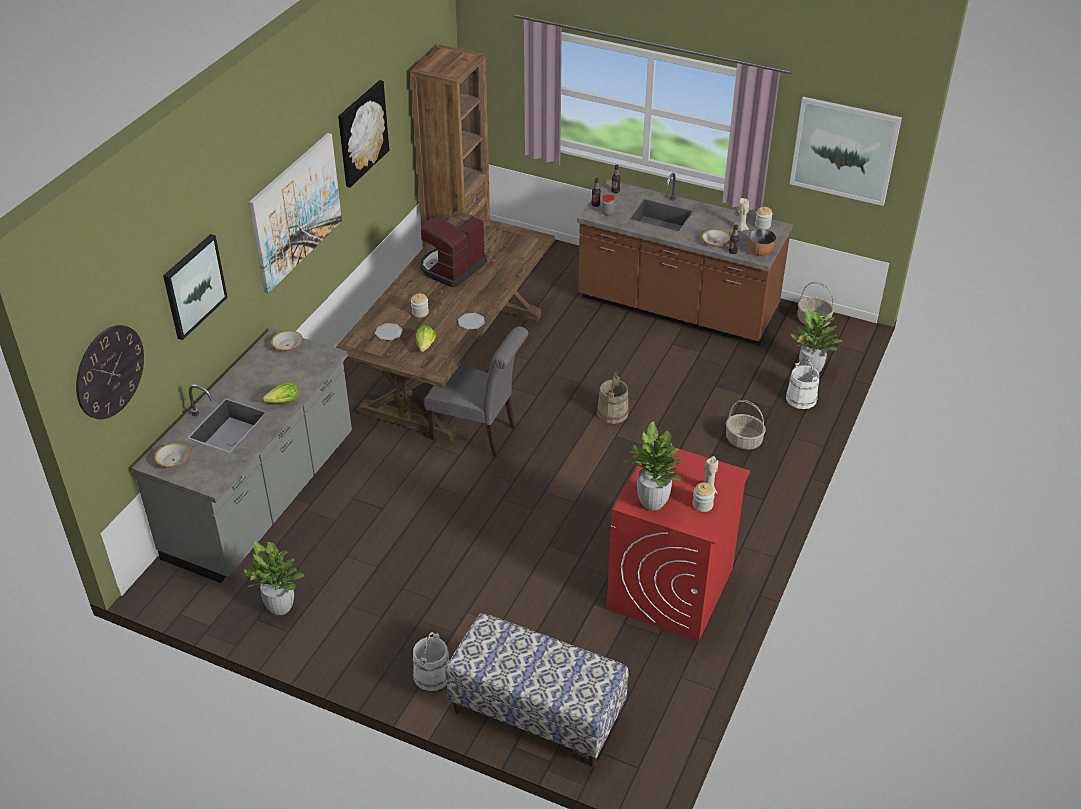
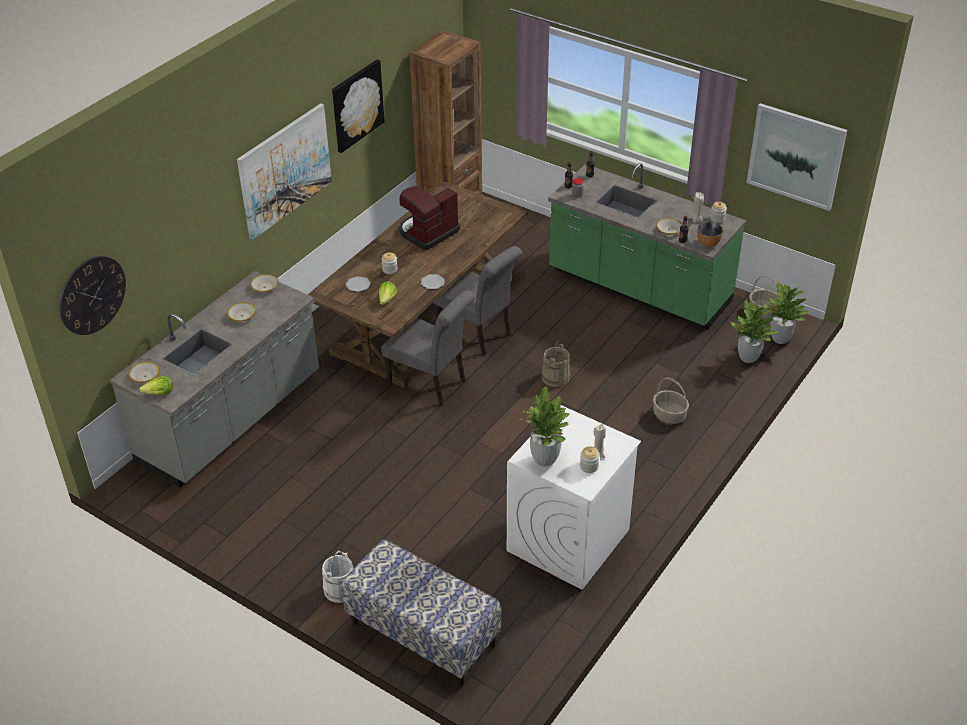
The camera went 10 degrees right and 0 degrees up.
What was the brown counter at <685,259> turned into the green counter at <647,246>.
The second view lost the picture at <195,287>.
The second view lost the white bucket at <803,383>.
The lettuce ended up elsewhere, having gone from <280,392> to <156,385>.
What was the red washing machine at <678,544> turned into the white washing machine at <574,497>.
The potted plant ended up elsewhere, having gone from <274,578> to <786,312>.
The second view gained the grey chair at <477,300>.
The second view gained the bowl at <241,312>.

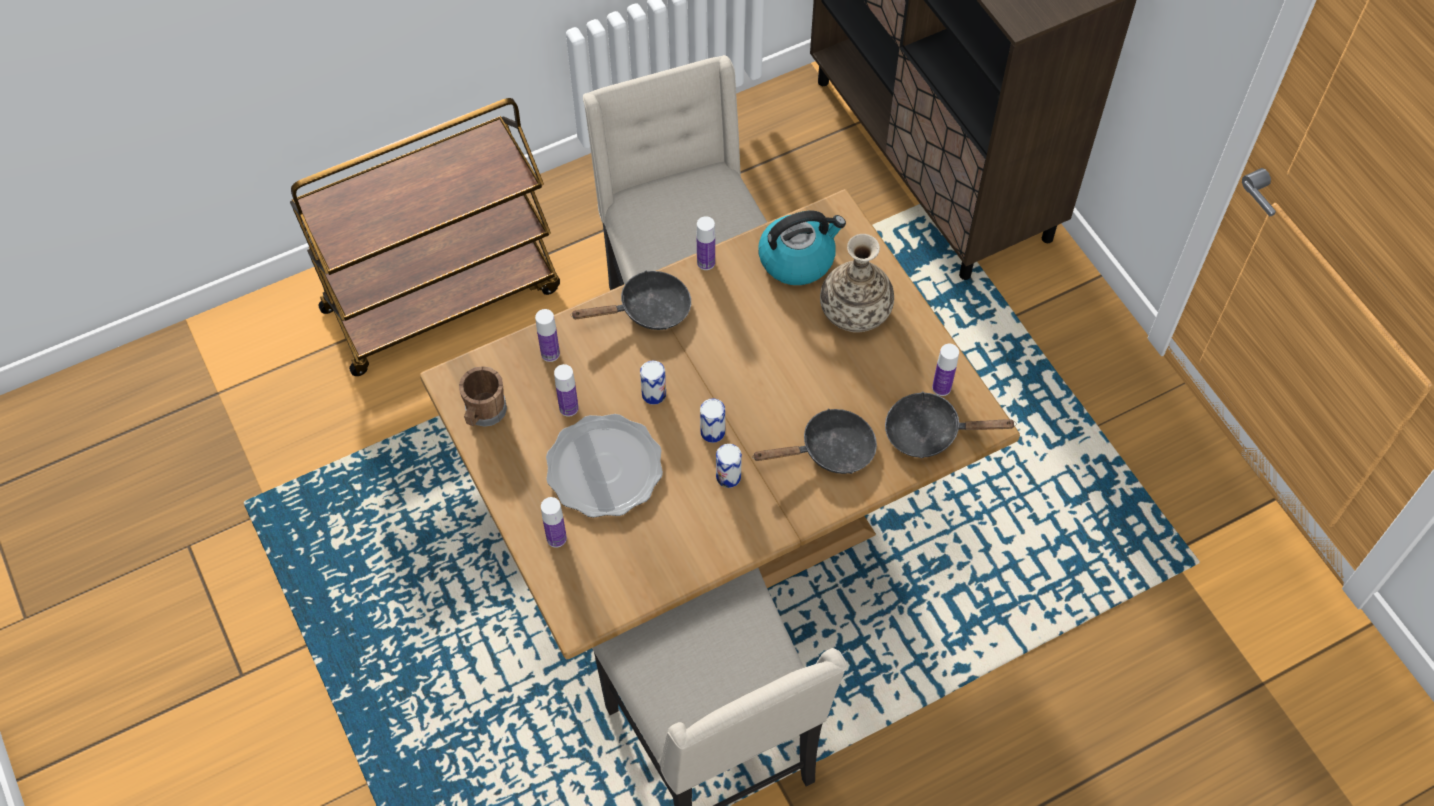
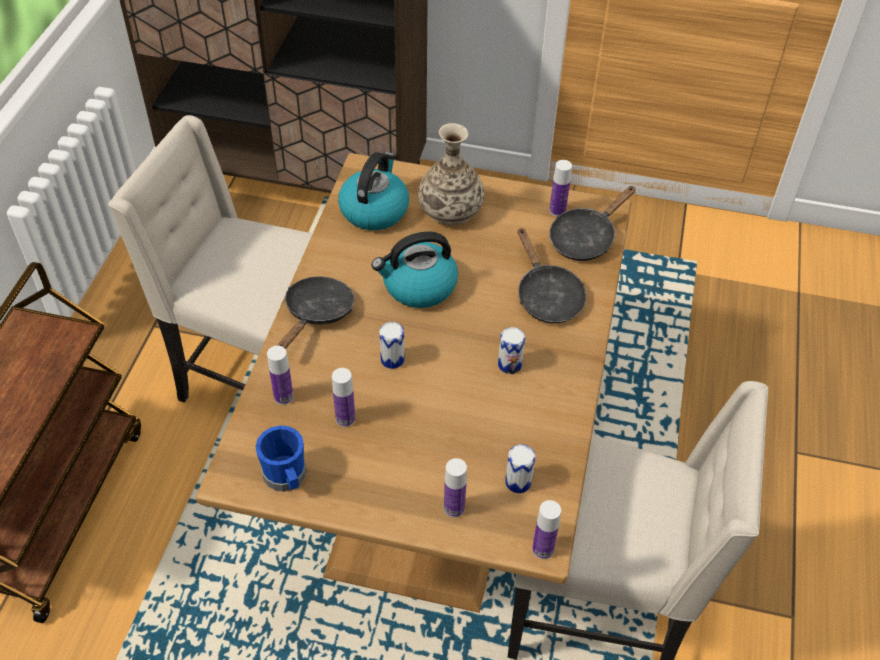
The camera went 50 degrees left and 10 degrees down.
The bottle ended up elsewhere, having gone from <706,243> to <546,529>.
What was the brown mug at <483,396> turned into the blue mug at <281,458>.
The can ended up elsewhere, having gone from <712,421> to <520,468>.
The black frying pan at <814,441> ended up facing another way, 135 degrees clockwise from before.
The second view lost the plate at <604,466>.
The second view gained the kettle at <415,270>.

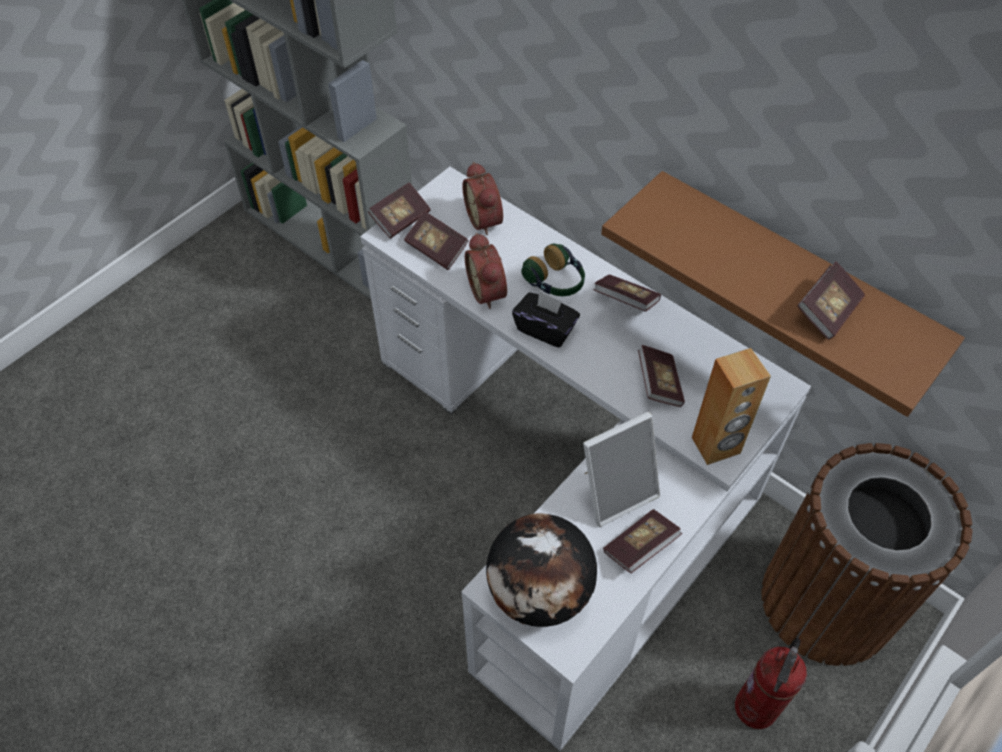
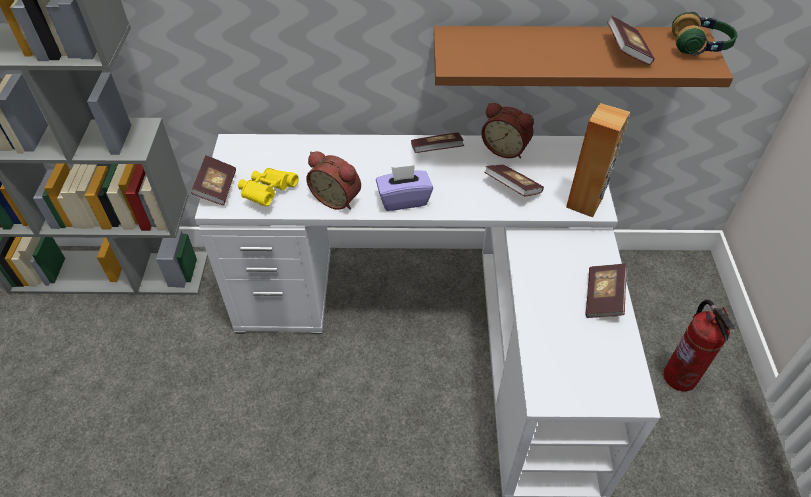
The camera went 40 degrees left and 5 degrees down.
The alarm clock ended up elsewhere, having gone from <482,198> to <507,131>.
Where the book stood at <436,240>, the yellow binoculars came to stand at <268,187>.
The headphones ended up elsewhere, having gone from <553,270> to <704,33>.
What was the black tissue box at <546,319> turned into the purple tissue box at <404,188>.
The second view lost the picture frame at <621,469>.
The second view lost the brown trash can at <867,554>.
The second view lost the globe at <541,570>.

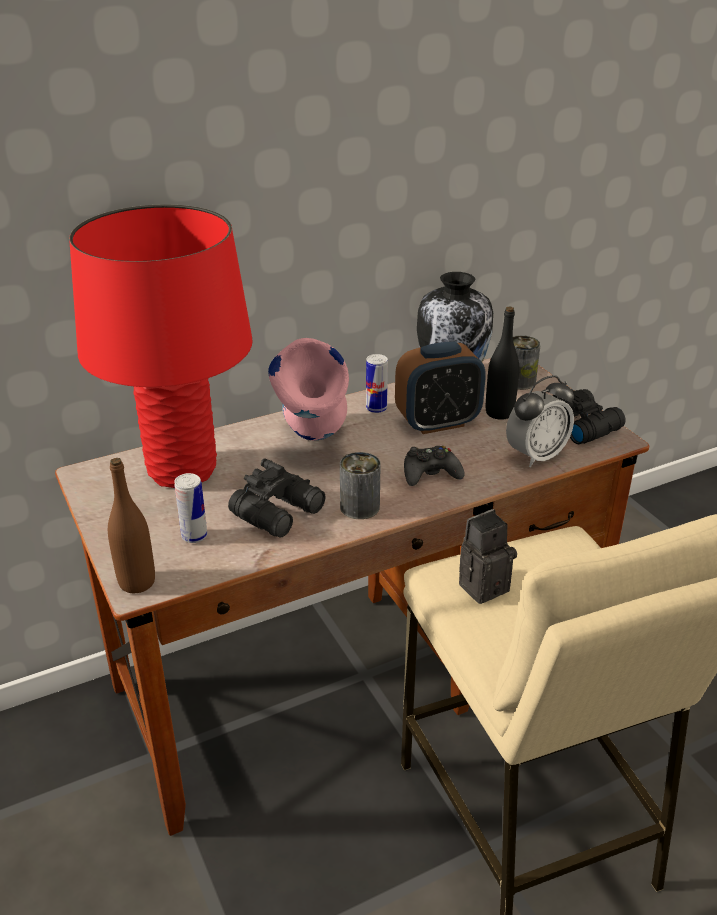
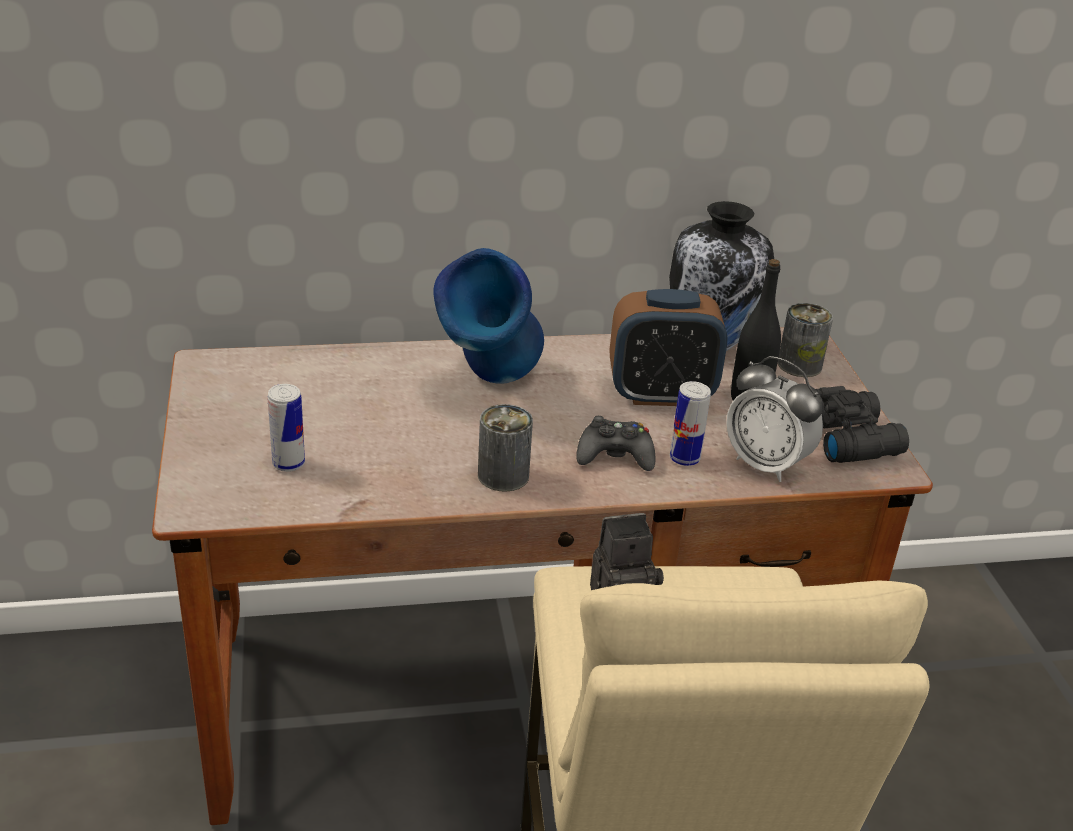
The camera went 15 degrees right and 0 degrees up.
The second view lost the red table lamp at <161,346>.
What was the pink vase at <308,389> turned into the blue vase at <488,316>.
The can ended up elsewhere, having gone from <377,383> to <690,423>.
The alarm clock at <540,421> ended up facing another way, 60 degrees clockwise from before.
The second view lost the brown bottle at <131,525>.
The second view lost the black binoculars at <277,497>.

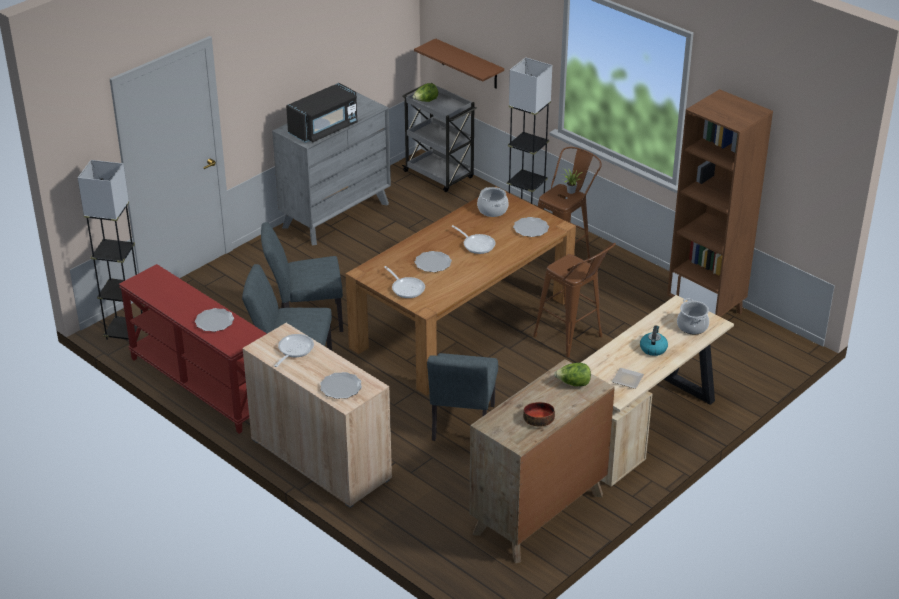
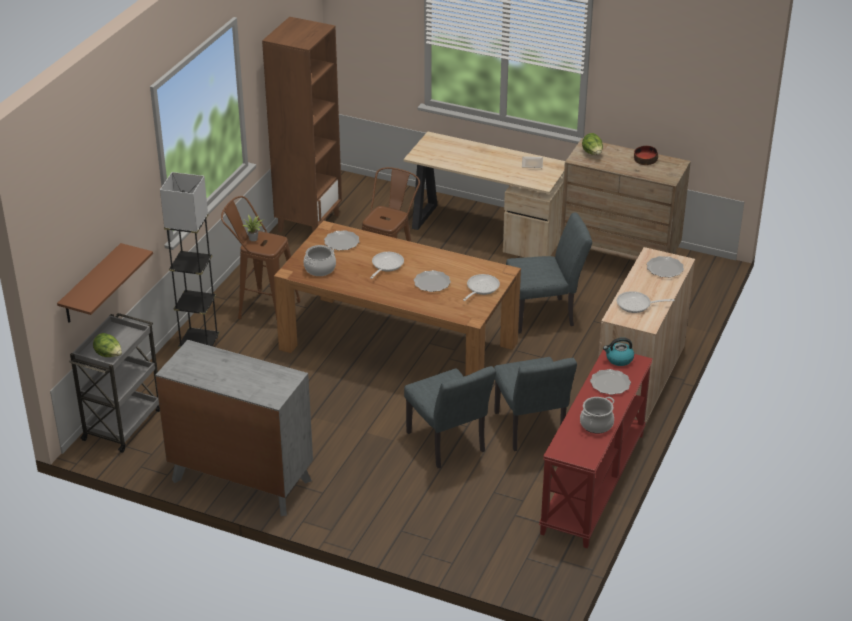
The camera went 110 degrees left and 0 degrees up.
The second view lost the black microwave at <322,113>.
The second view lost the grey floor lamp at <110,250>.
The cooking pot ended up elsewhere, having gone from <693,316> to <597,415>.
The kettle ended up elsewhere, having gone from <654,340> to <618,351>.

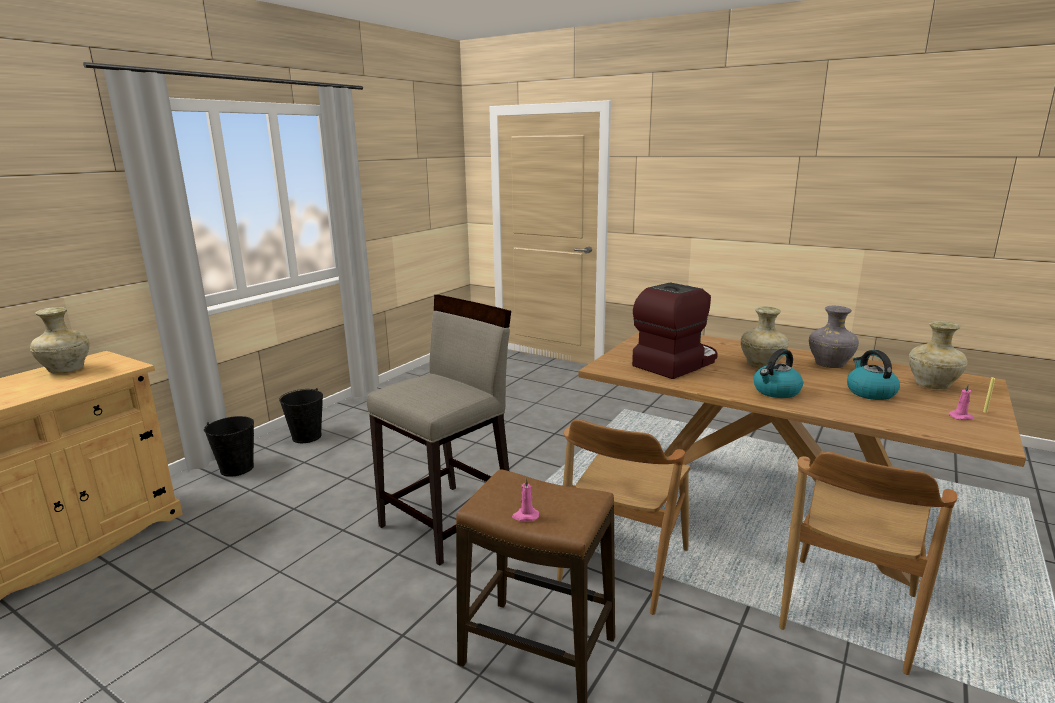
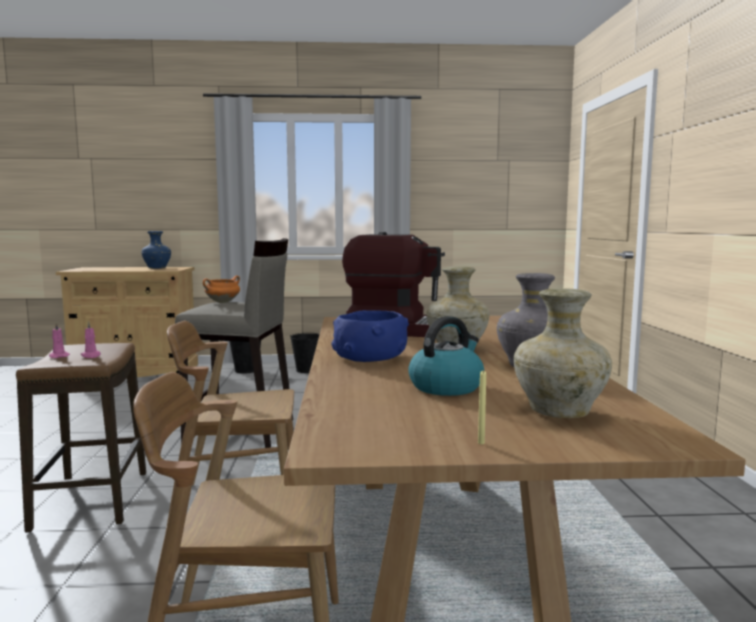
The camera went 55 degrees right and 10 degrees down.
What was the beige vase at <59,340> turned into the blue vase at <156,249>.
Where the kettle stood at <778,373>, the blue bowl came to stand at <370,336>.
The pink candle ended up elsewhere, having gone from <961,402> to <91,339>.
The second view gained the orange cooking pot at <221,289>.

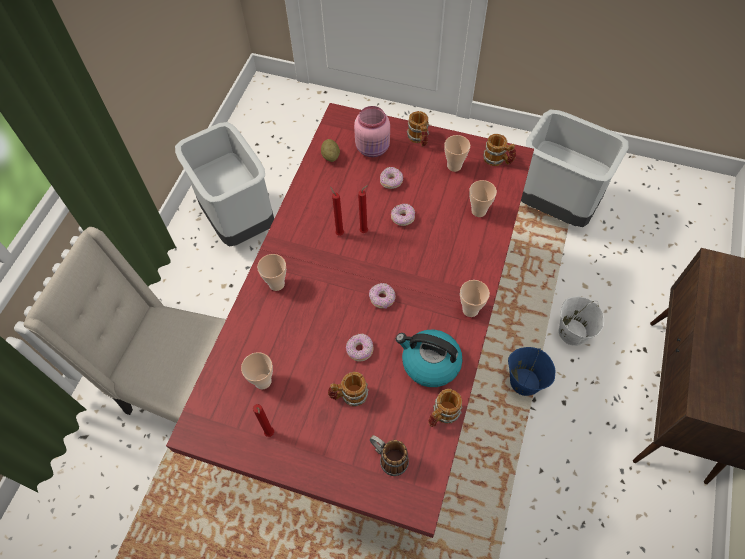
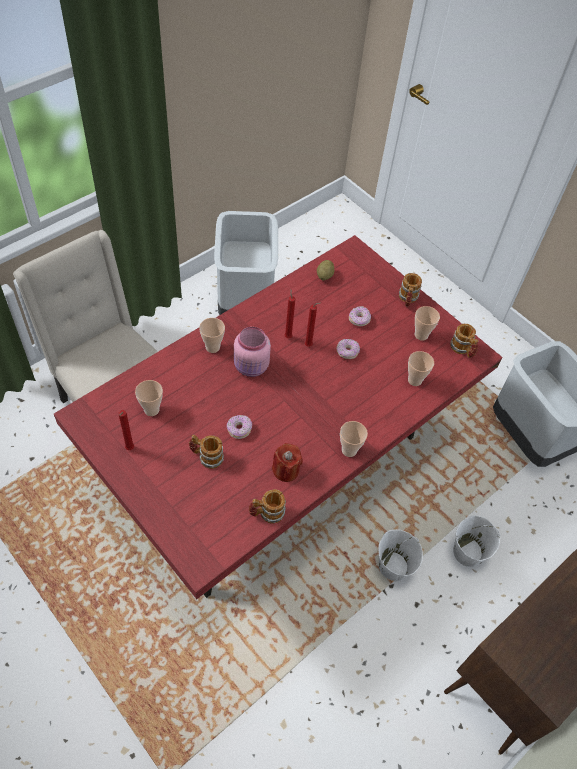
The camera went 25 degrees right and 5 degrees down.
The pink jar ended up elsewhere, having gone from <372,131> to <252,352>.
The second view lost the donut at <382,296>.
Where the kettle stood at <429,358>, the red candle came to stand at <287,462>.
What was the blue bucket at <532,371> turned into the white bucket at <400,555>.
The second view lost the mug at <389,455>.

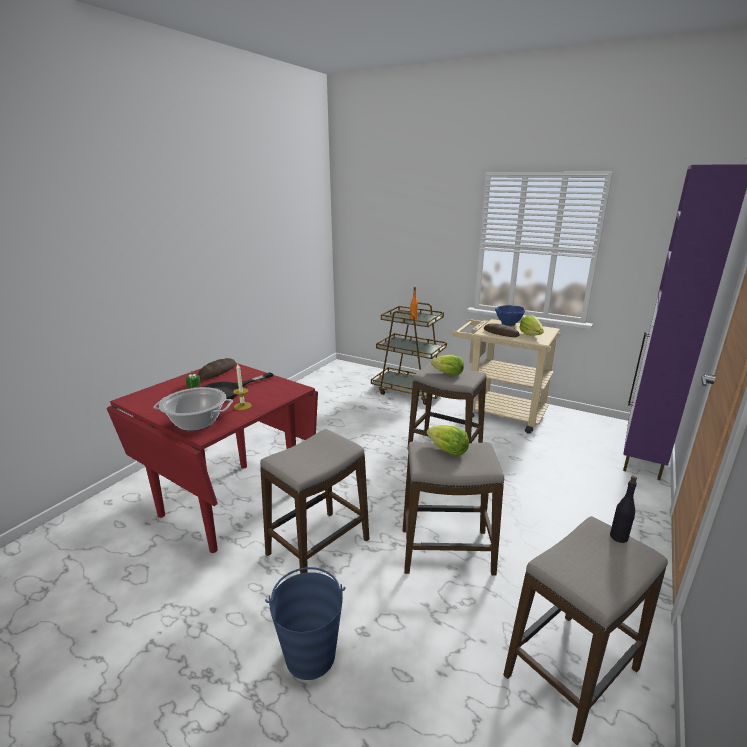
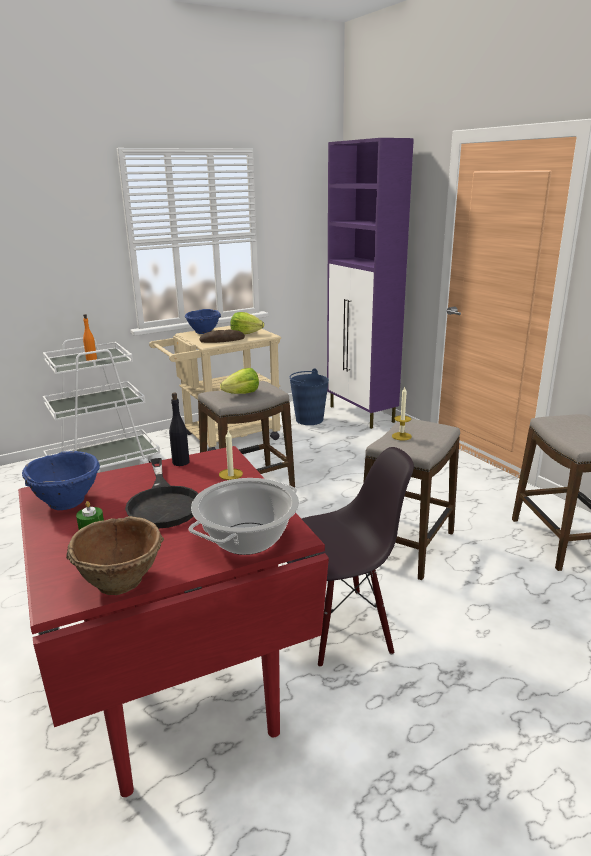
The camera went 60 degrees left and 0 degrees up.
What was the brown cart at <409,353> turned into the white cart at <101,403>.
Where the bread stood at <217,369>, the blue bowl came to stand at <61,480>.
Where the lettuce stood at <448,440>, the candle came to stand at <402,413>.
Where the stool stood at <314,501>, the black chair came to stand at <350,557>.
The black bottle ended up elsewhere, having gone from <623,509> to <179,429>.
The blue bucket ended up elsewhere, having gone from <305,623> to <309,397>.
The second view gained the brown bowl at <115,555>.

